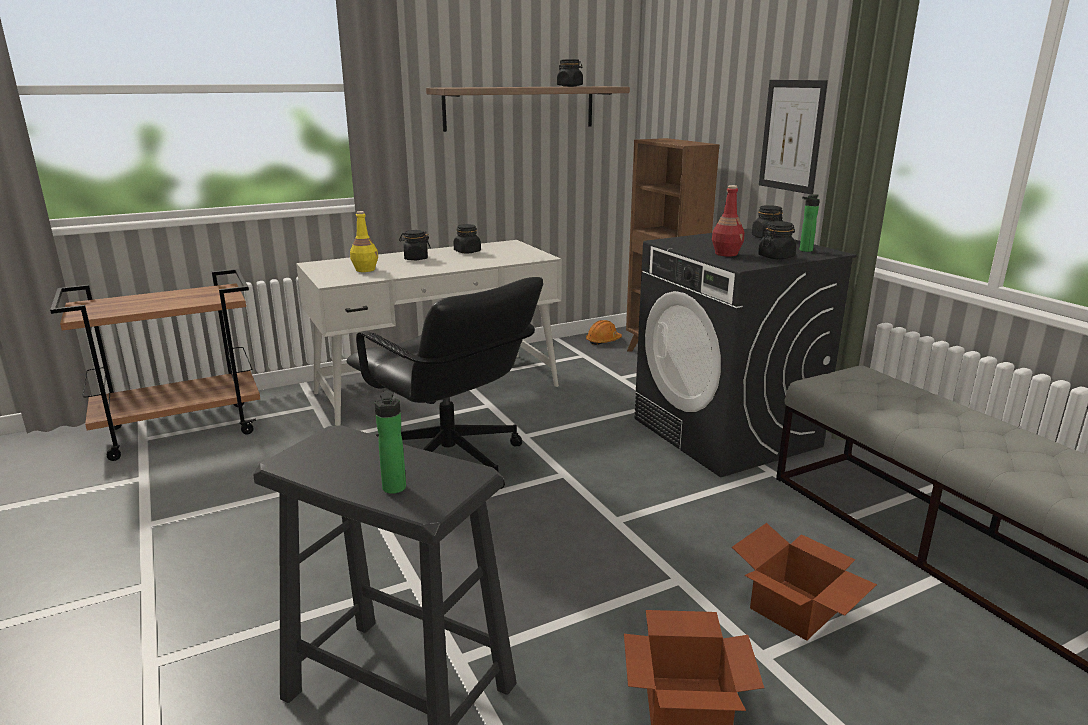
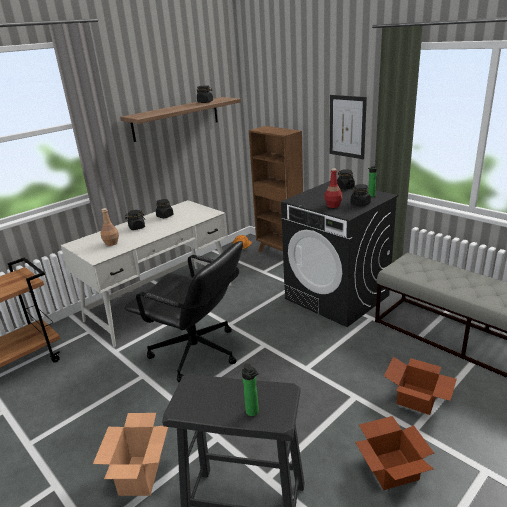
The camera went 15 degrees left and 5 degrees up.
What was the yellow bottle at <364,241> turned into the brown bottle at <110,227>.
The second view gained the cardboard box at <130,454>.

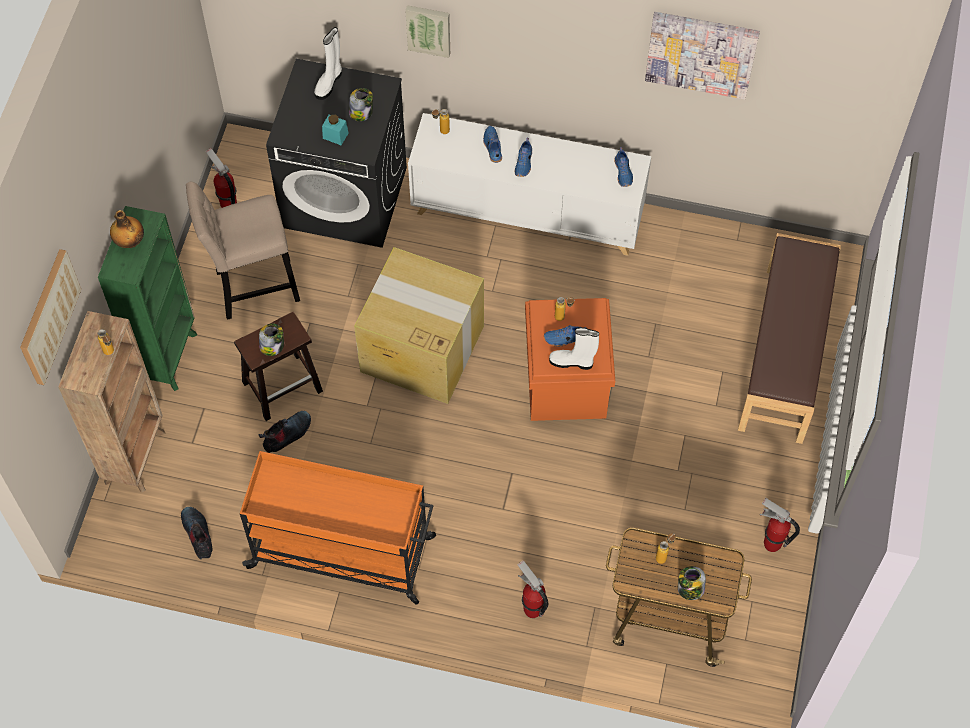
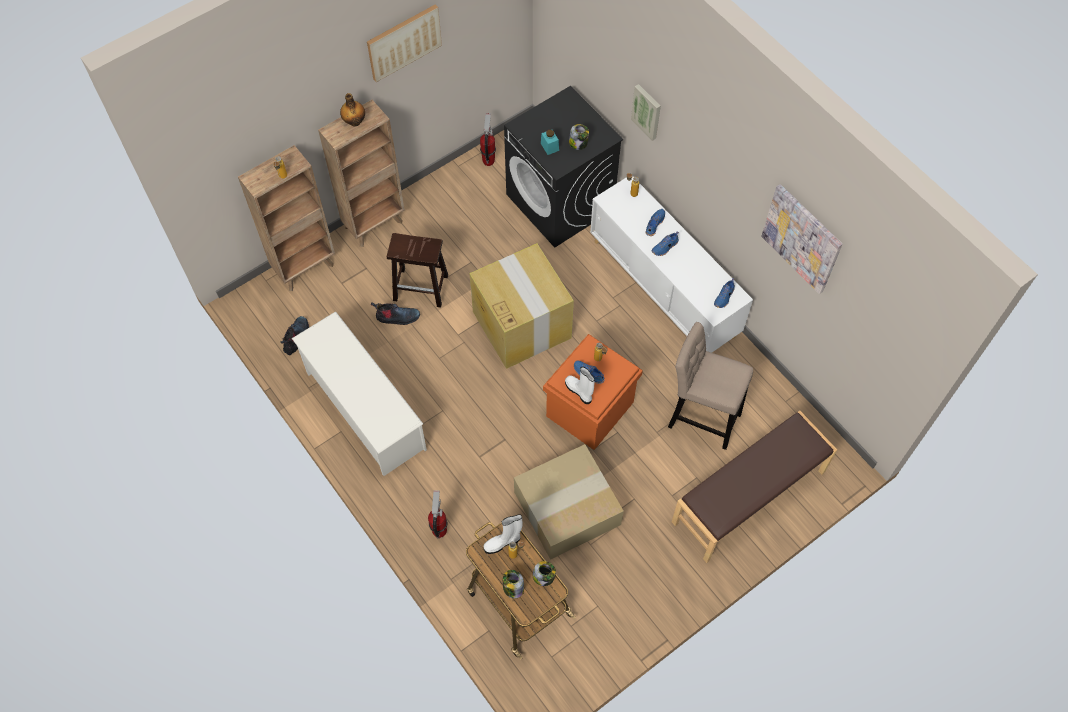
The camera went 40 degrees right and 0 degrees up.
The white boot ended up elsewhere, having gone from <328,63> to <503,534>.
The beige stool ended up elsewhere, having gone from <243,250> to <710,386>.
What was the green bookcase at <147,298> turned into the brown bookcase at <361,173>.
The picture ended up elsewhere, having gone from <50,317> to <404,43>.
The jar ended up elsewhere, having gone from <271,340> to <544,573>.
Where the orange cart stood at <338,528>, the white shoe rack came to stand at <359,393>.
The second view lost the fire extinguisher at <780,525>.
The second view gained the cardboard box at <569,502>.

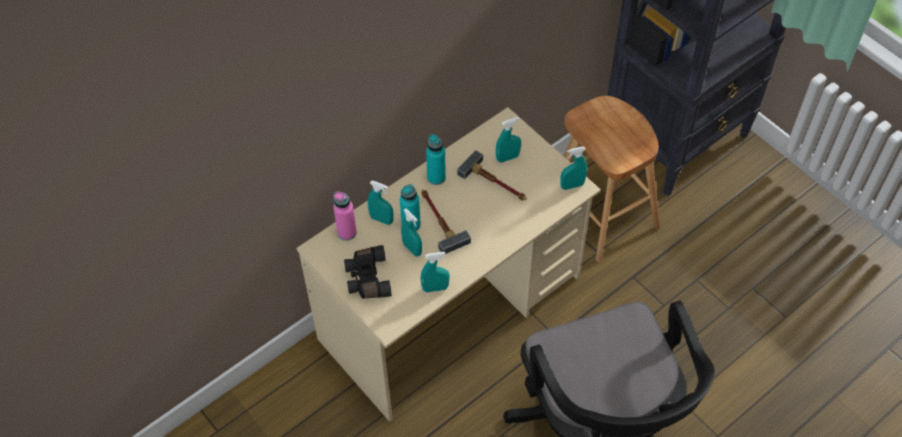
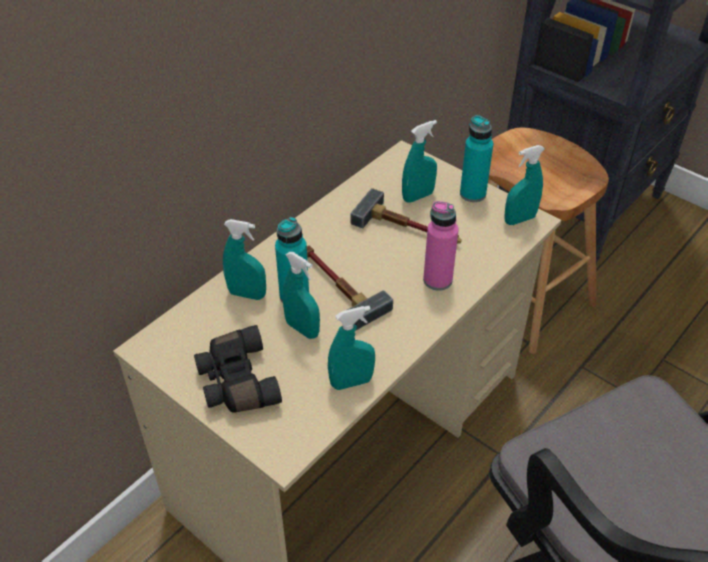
The camera went 10 degrees left and 10 degrees down.
The turquoise bottle ended up elsewhere, having gone from <436,159> to <476,158>.
The pink bottle ended up elsewhere, having gone from <345,216> to <441,246>.

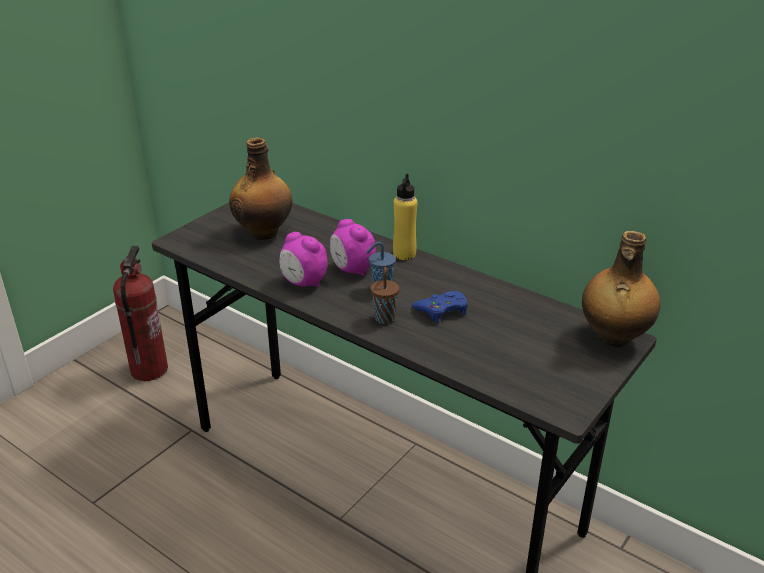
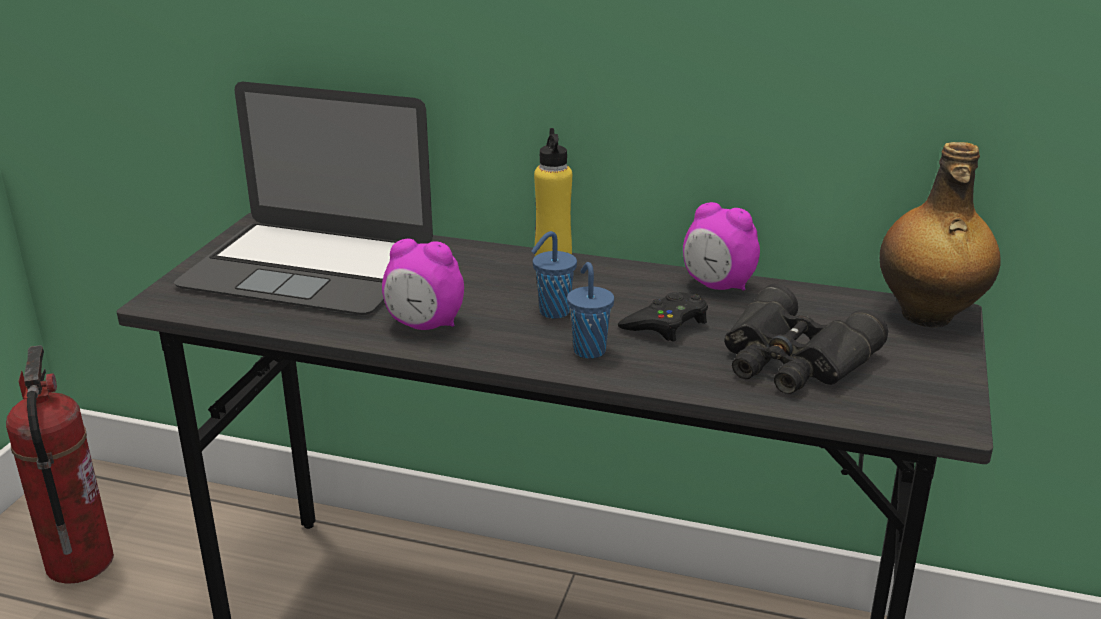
The camera went 20 degrees left and 5 degrees down.
Where the bottle stood at <260,188>, the laptop came to stand at <303,198>.
The alarm clock ended up elsewhere, having gone from <353,247> to <721,246>.
What was the brown cup at <385,295> turned into the blue cup at <590,310>.
What was the blue game controller at <440,307> turned into the black game controller at <663,316>.
The second view gained the black binoculars at <806,339>.

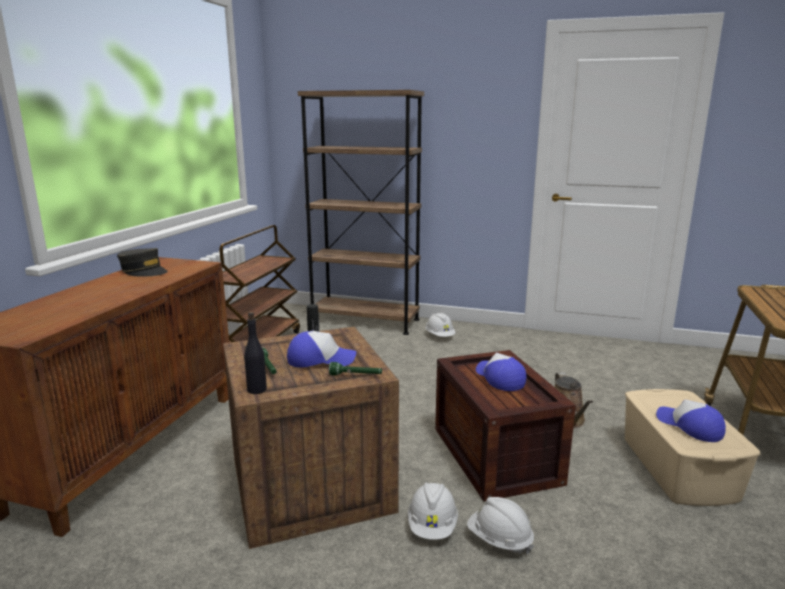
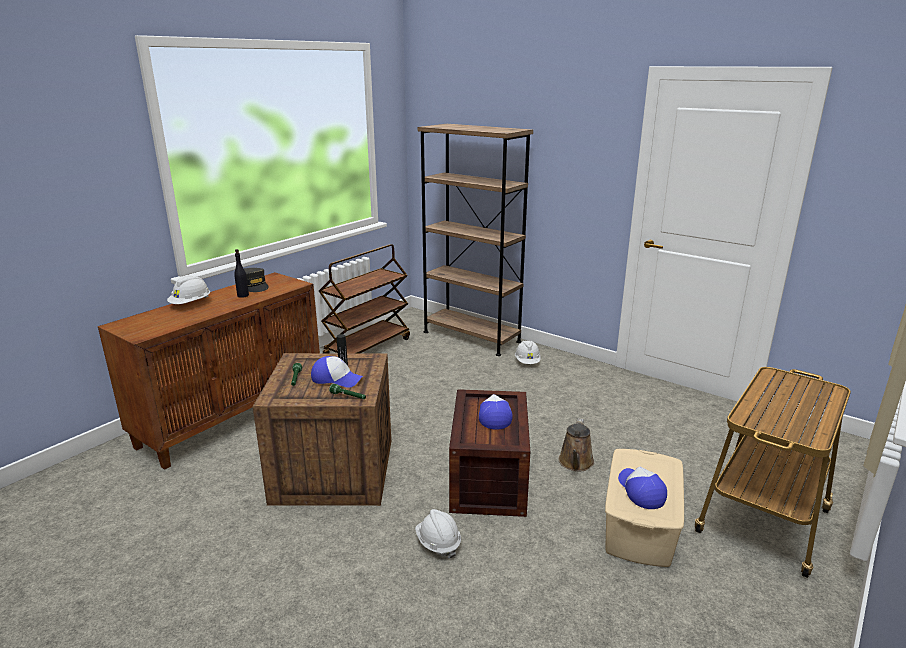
The camera went 20 degrees right and 5 degrees up.
The black bottle ended up elsewhere, having gone from <255,353> to <241,273>.
The white hard hat ended up elsewhere, having gone from <433,511> to <188,289>.

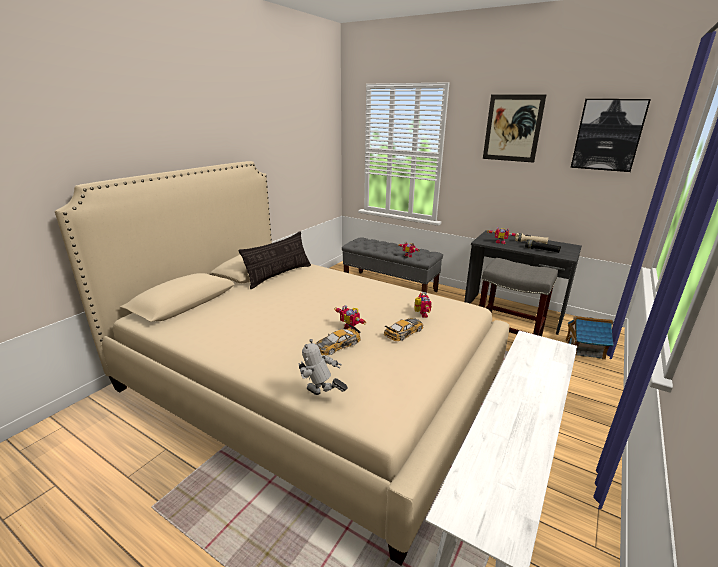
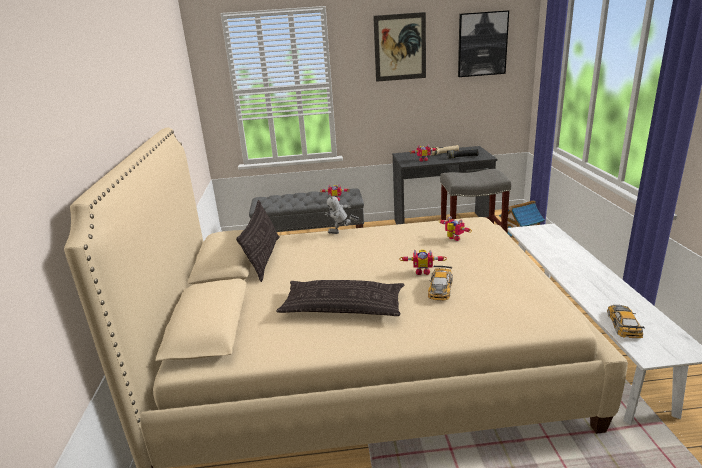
The camera went 35 degrees left and 0 degrees up.
The toy car ended up elsewhere, having gone from <403,329> to <626,321>.
The toy robot ended up elsewhere, having gone from <323,367> to <341,214>.
The second view gained the pillow at <340,298>.

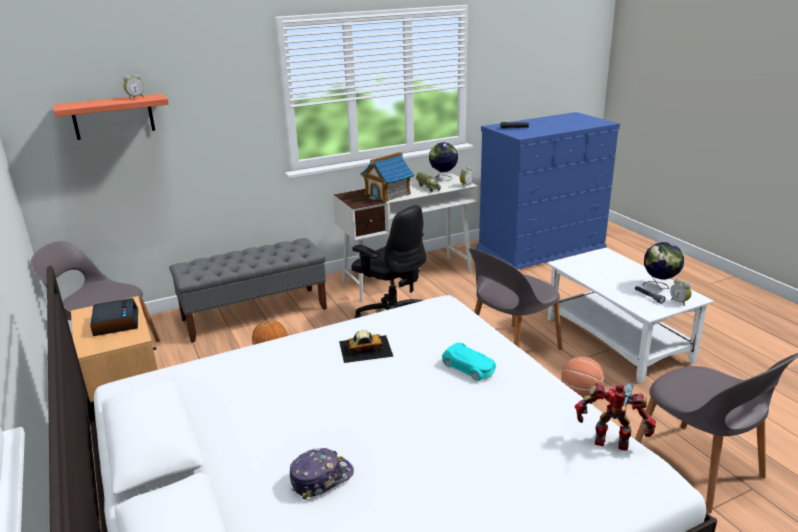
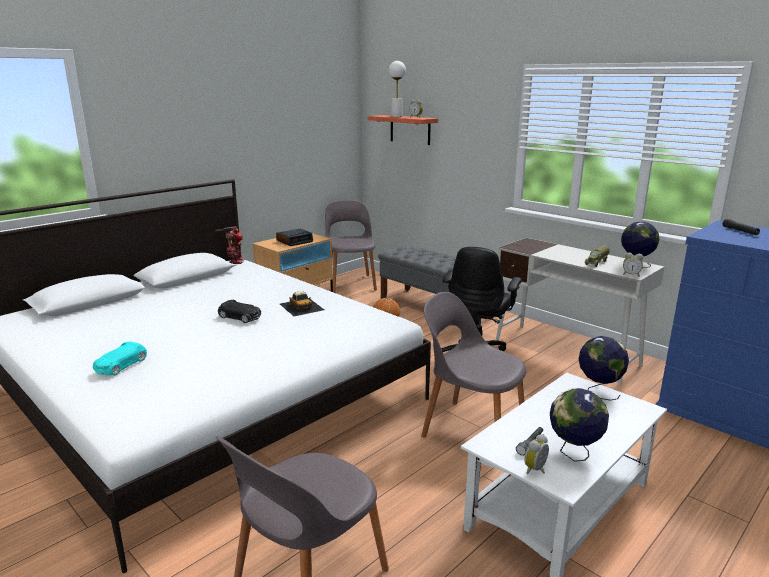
The camera went 70 degrees right and 5 degrees down.
The second view lost the toy house at <387,177>.
The turquoise toy car ended up elsewhere, having gone from <469,362> to <120,358>.
The second view lost the basketball at <582,377>.
The toy robot ended up elsewhere, having gone from <615,416> to <230,245>.
The second view lost the cap at <322,474>.
The second view gained the white table lamp at <397,89>.
The second view gained the black toy car at <239,311>.
The second view gained the globe at <604,368>.

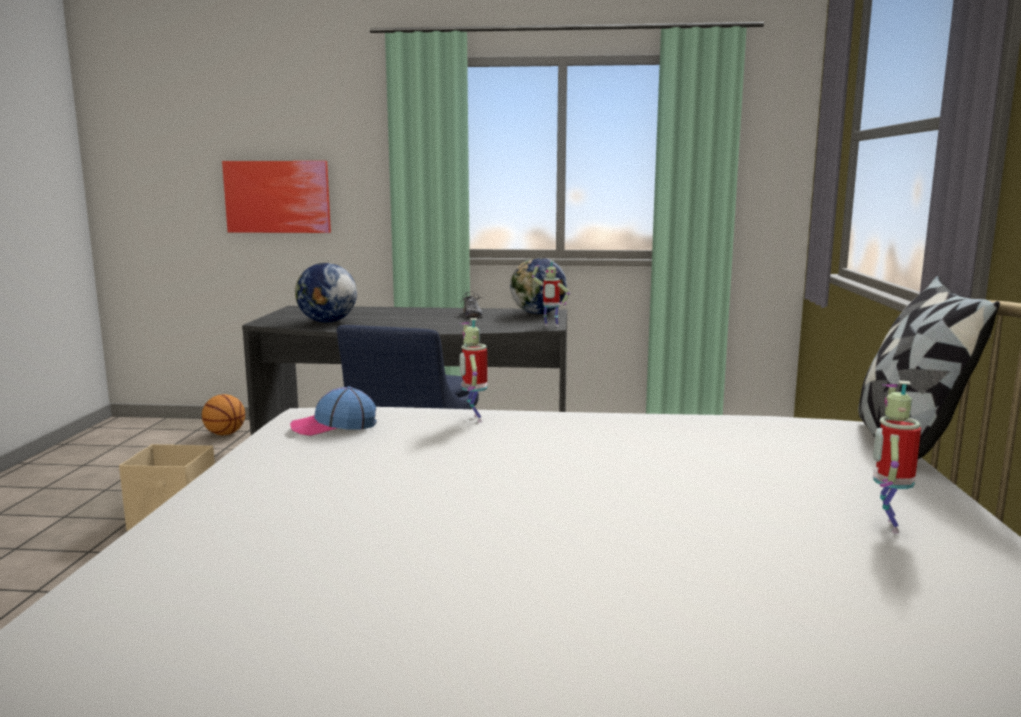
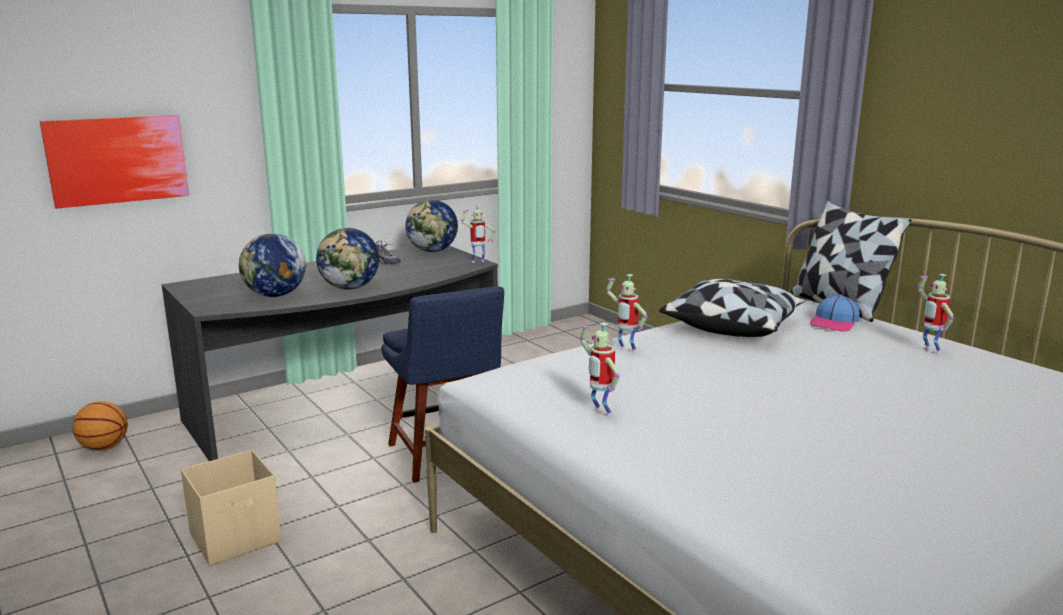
The camera went 40 degrees left and 5 degrees up.
The cap ended up elsewhere, having gone from <333,411> to <835,313>.
The second view gained the globe at <347,258>.
The second view gained the pillow at <732,307>.
The second view gained the toy robot at <600,369>.

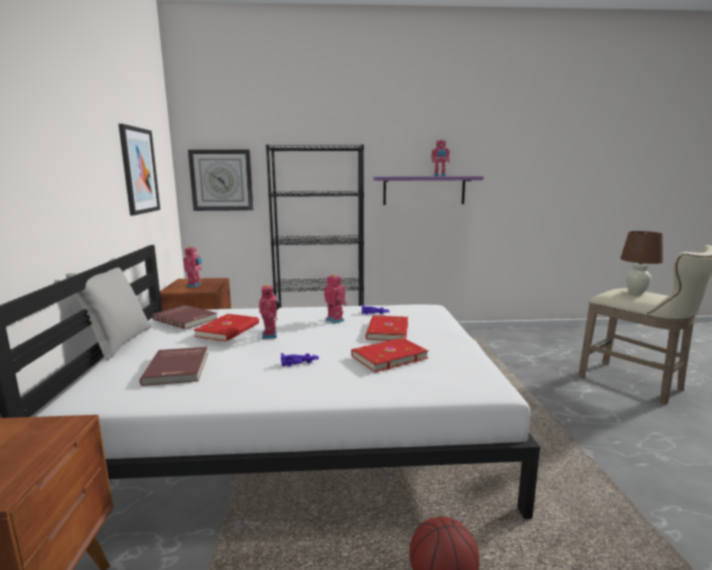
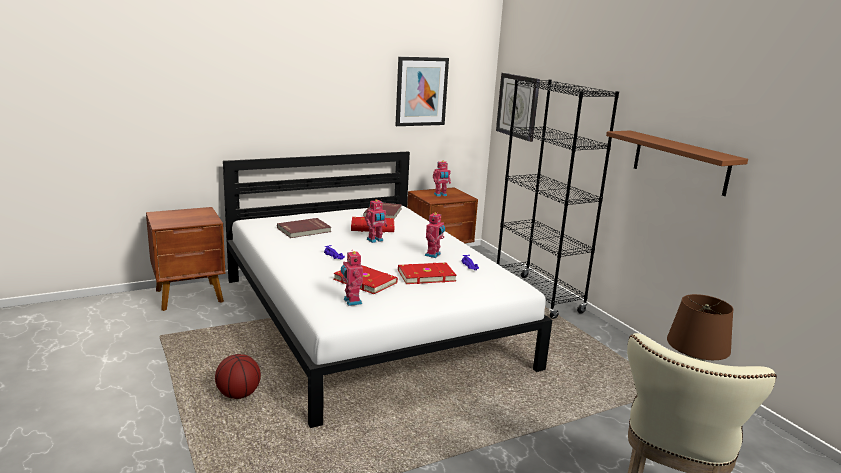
The camera went 65 degrees right and 5 degrees up.
The toy robot ended up elsewhere, having gone from <440,157> to <352,278>.
What was the purple shelf at <428,190> turned into the brown shelf at <677,163>.
The second view lost the grey pillow at <108,309>.

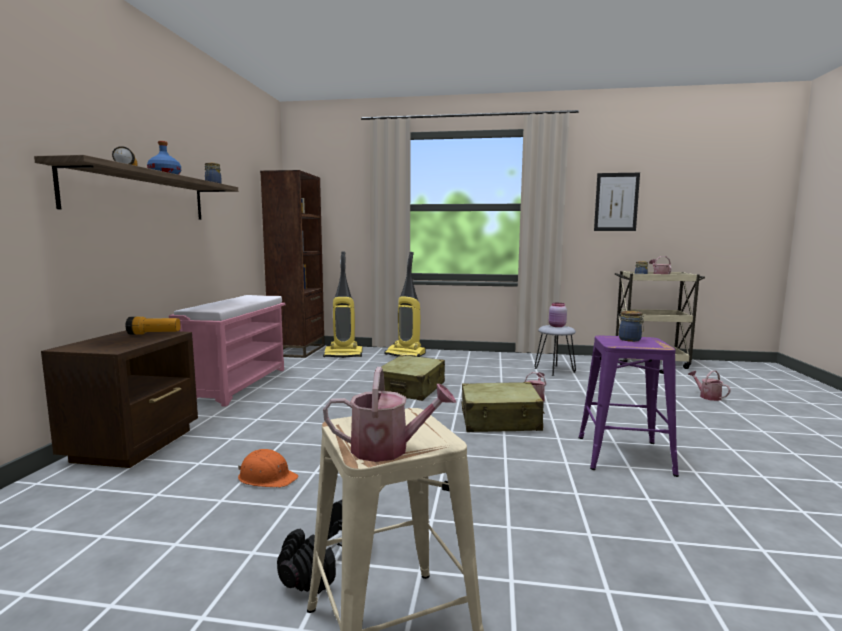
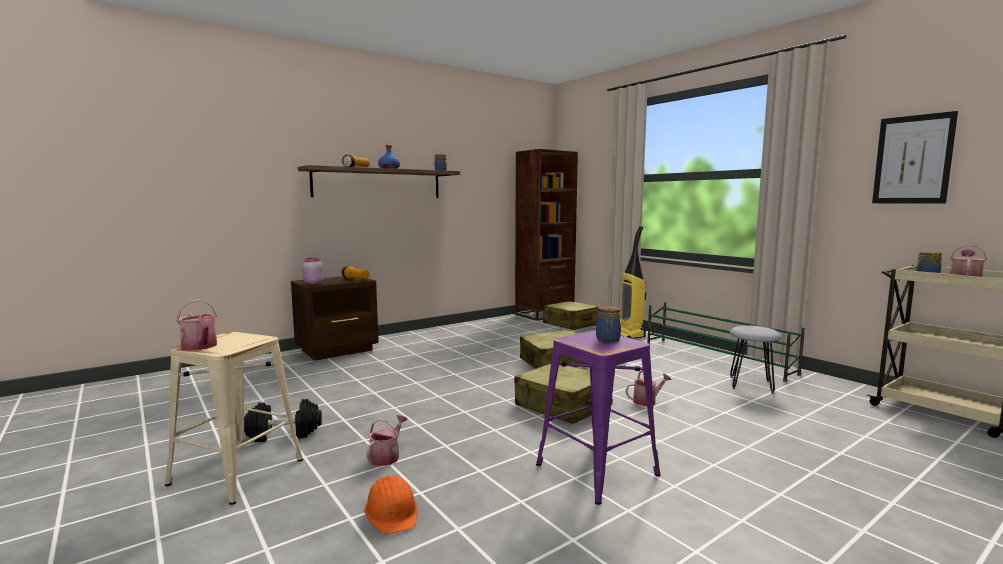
The camera went 45 degrees right and 0 degrees up.
Where the vacuum cleaner stood at <343,304>, the beige suitcase came to stand at <571,315>.
The second view lost the pink bench at <227,351>.
The pink jar ended up elsewhere, having gone from <558,315> to <312,271>.
The watering can ended up elsewhere, having gone from <709,386> to <387,440>.
The orange hard hat ended up elsewhere, having gone from <268,468> to <391,504>.
The second view gained the green shoe rack at <726,342>.

